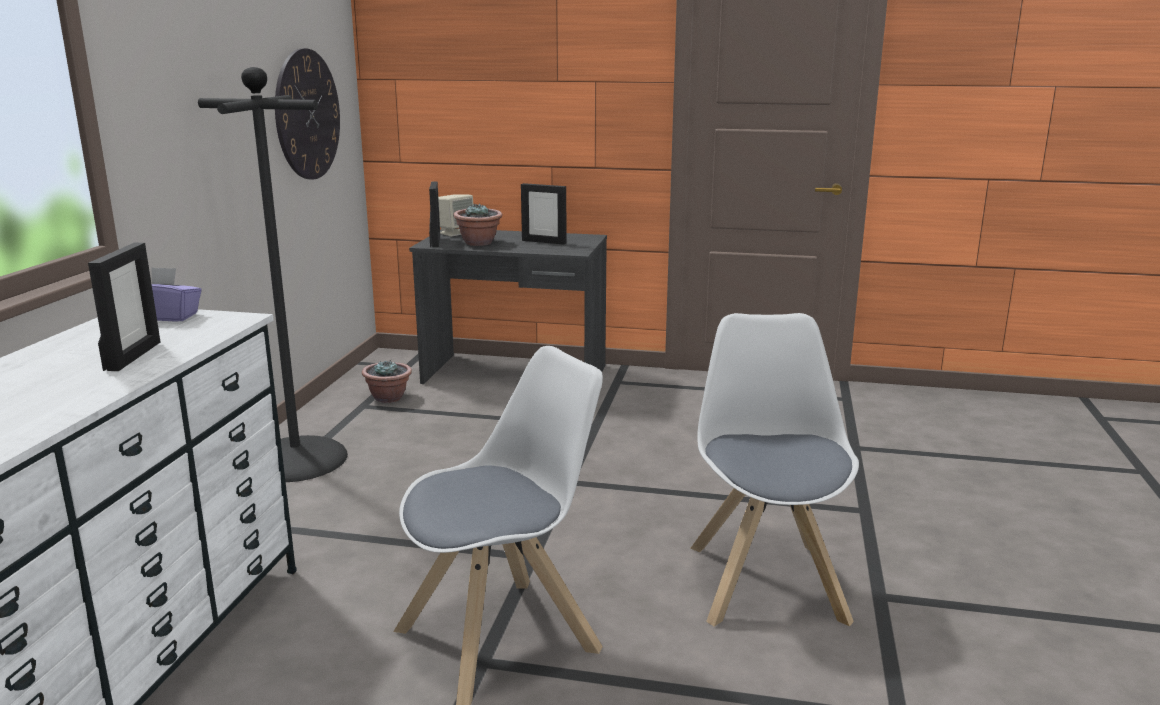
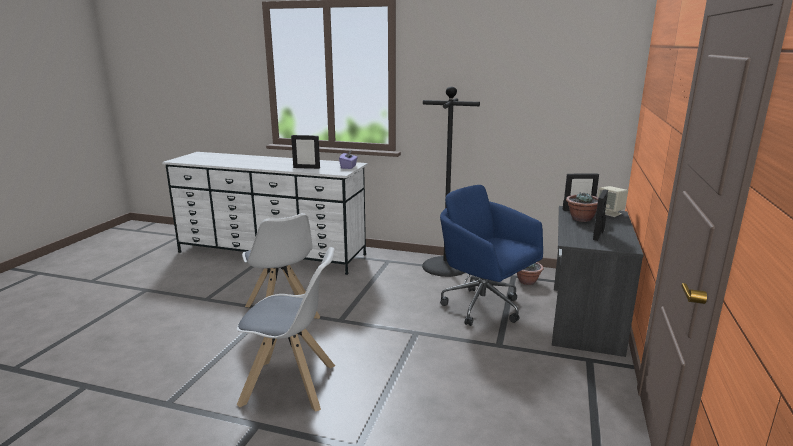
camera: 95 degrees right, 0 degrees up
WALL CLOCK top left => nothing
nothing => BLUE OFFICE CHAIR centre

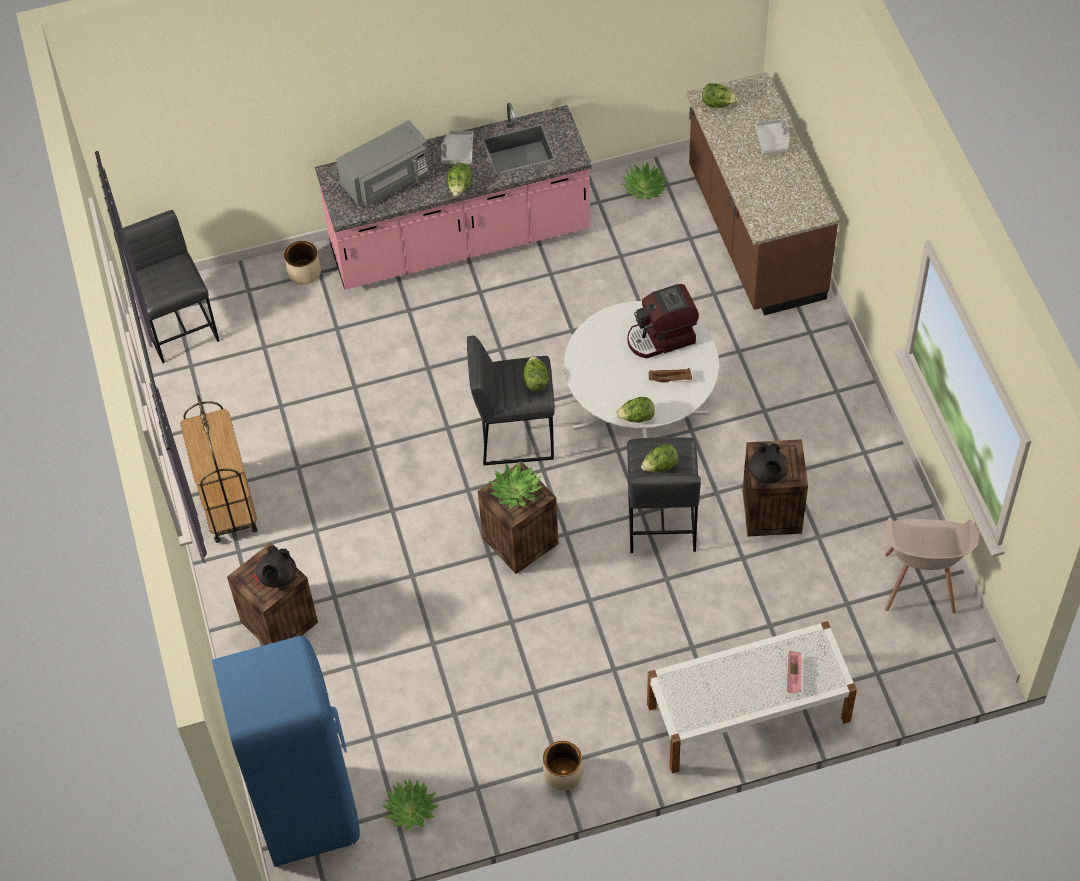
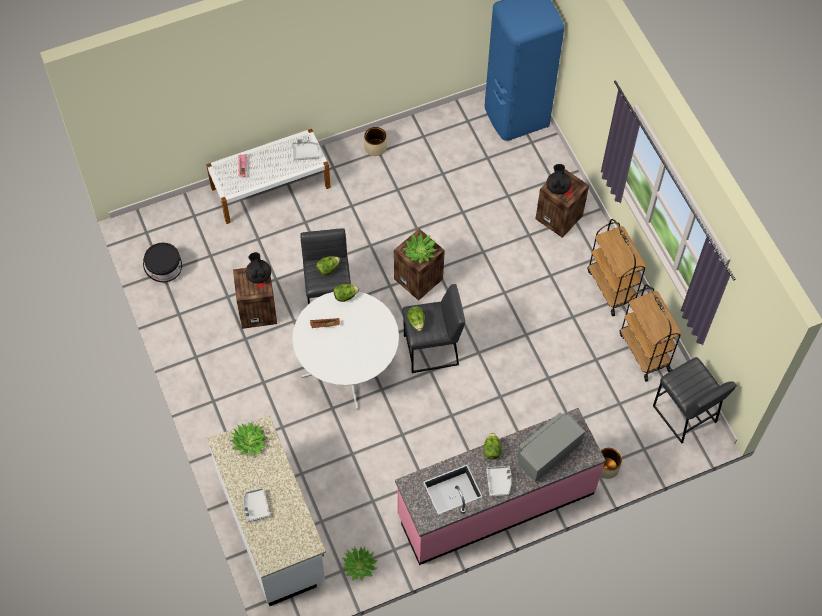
camera: 170 degrees right, 5 degrees up
COFFEE MACHINE centre => nothing
LETTUCE (5th from left) top right => nothing
nothing => GREY TRAY (2nd from left) top centre
nothing => BROWN CART (2nd from left) middle right
POTTED PLANT (1st from left) bottom centre => POTTED PLANT (1st from left) bottom left, move
BEIGE CHAIR middle right => BLACK BUCKET middle left
BROWN COUNTER top right => WHITE COUNTER bottom left

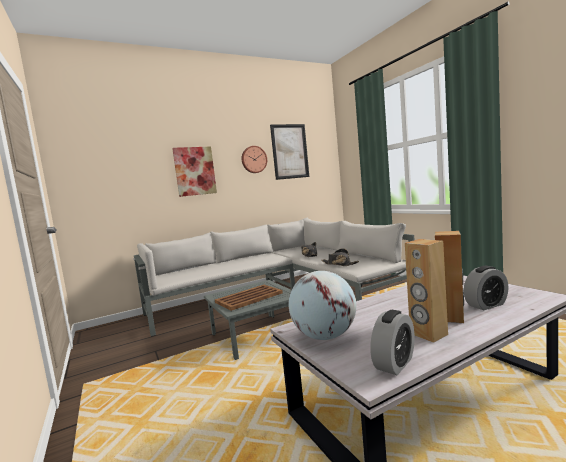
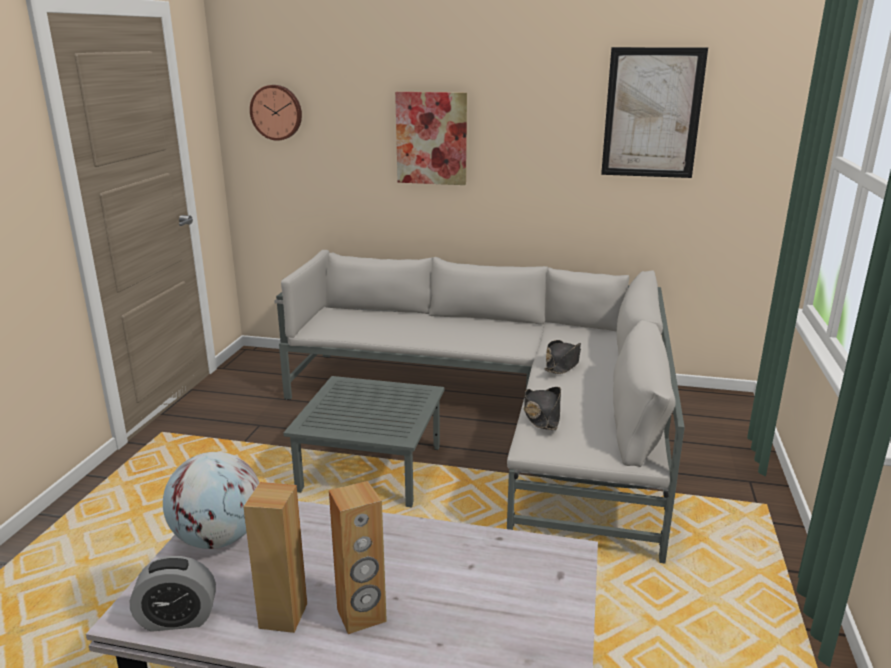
camera: 40 degrees right, 15 degrees up
BROWN TRAY centre => nothing
ALARM CLOCK (2nd from left) middle right => nothing
WALL CLOCK centre => WALL CLOCK top left, move

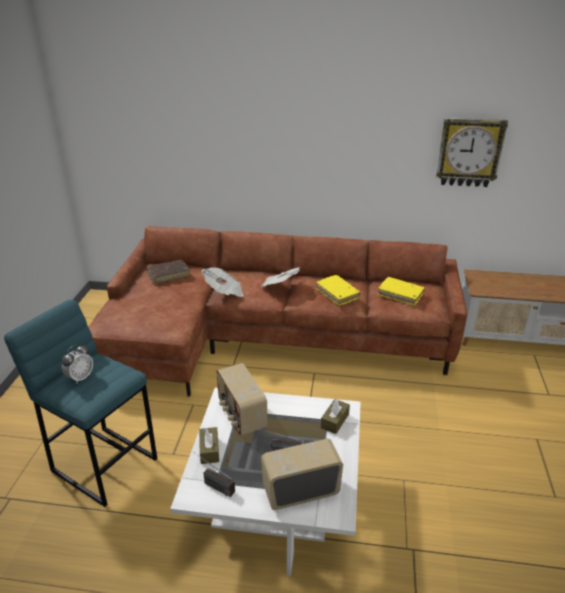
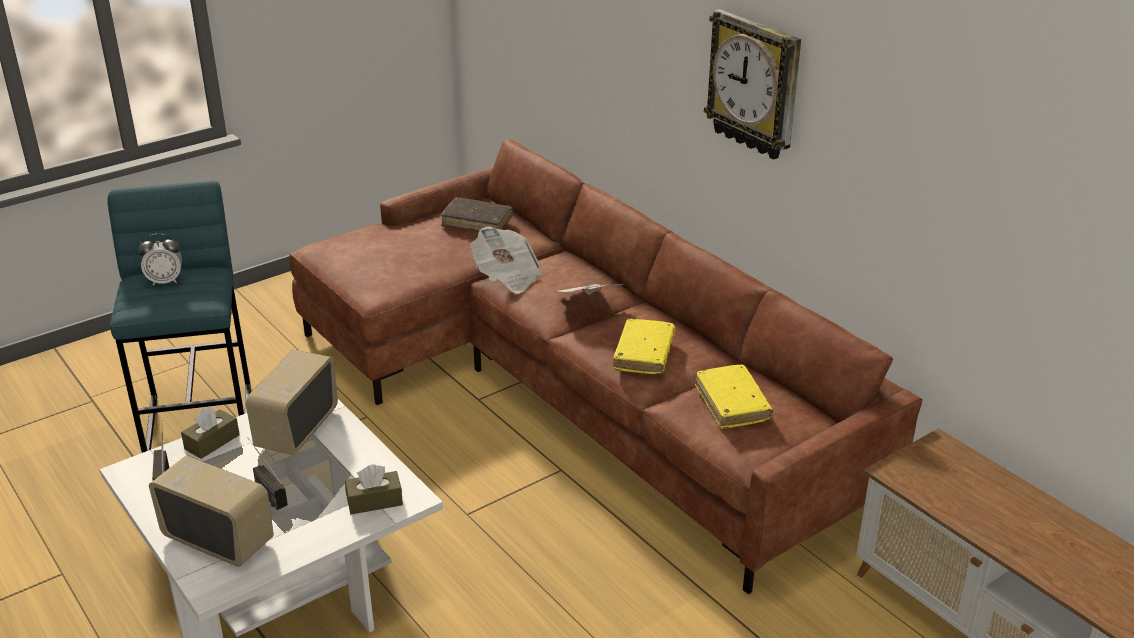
camera: 45 degrees right, 0 degrees up
WALL CLOCK top right => WALL CLOCK top centre, move

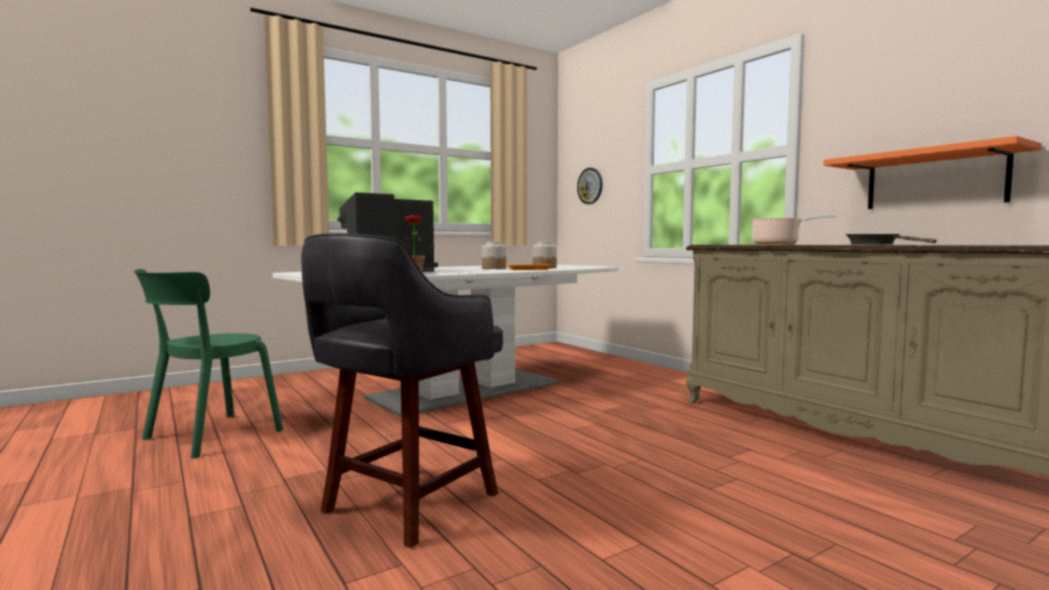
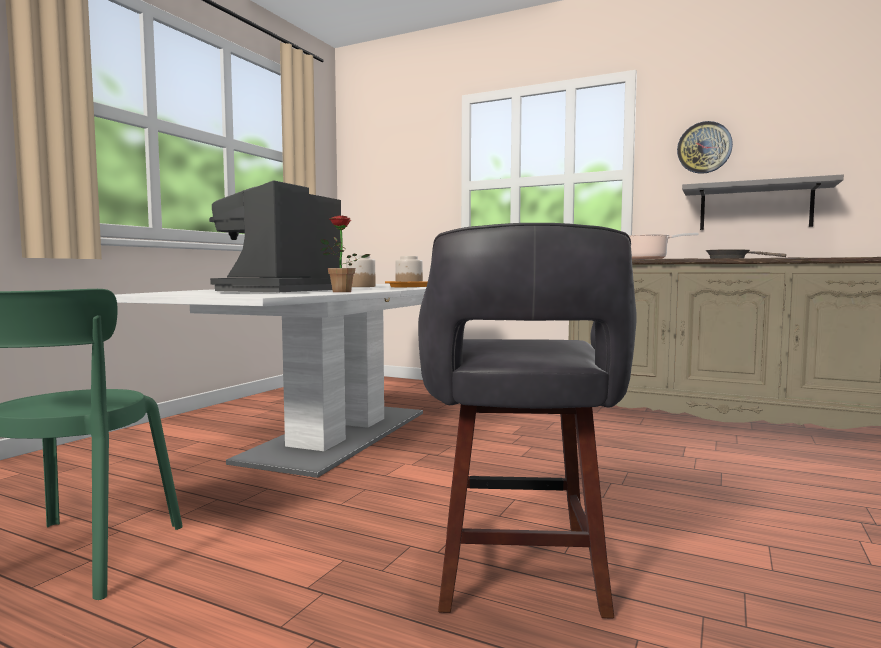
camera: 30 degrees left, 0 degrees up
WALL CLOCK top centre => WALL CLOCK top right, move
ORANGE SHELF top right => GREY SHELF top right

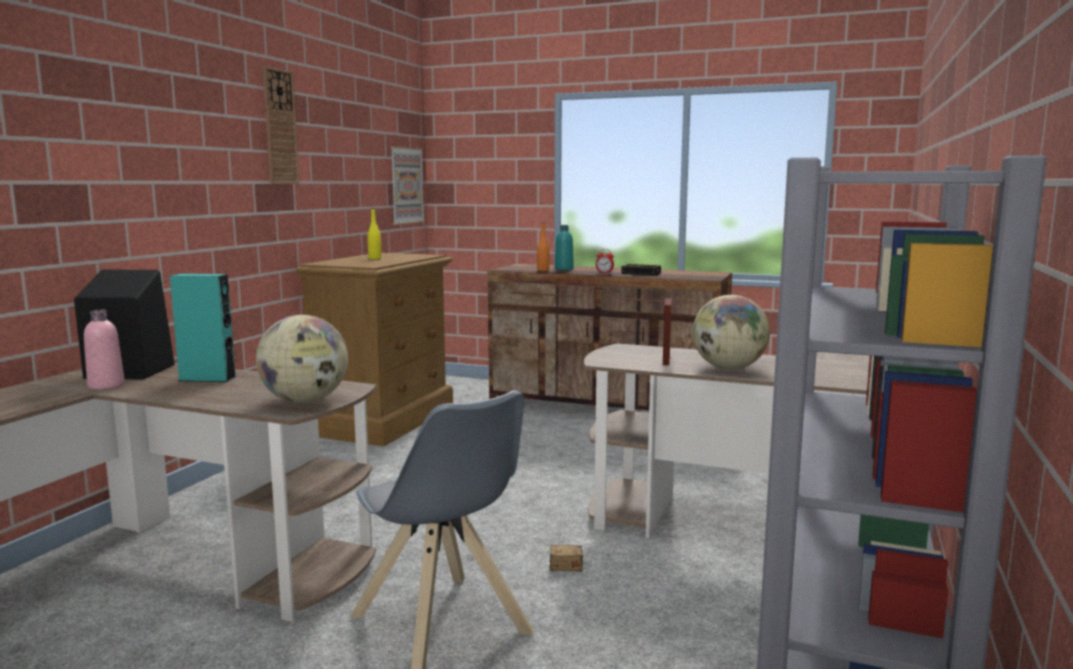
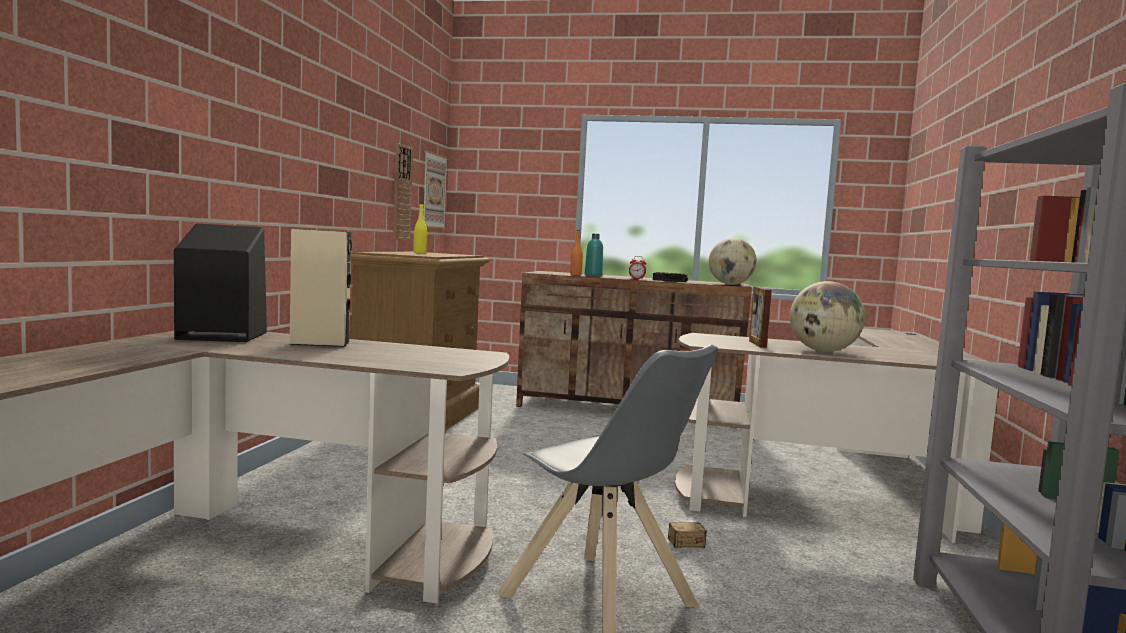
camera: 10 degrees left, 5 degrees down
PINK BOTTLE middle left => nothing
GLOBE (1st from left) middle left => GLOBE (1st from left) centre, move
WALL CLOCK top left => WALL CLOCK top centre, move
TURQUOISE SPEAKER middle left => BEIGE SPEAKER middle left

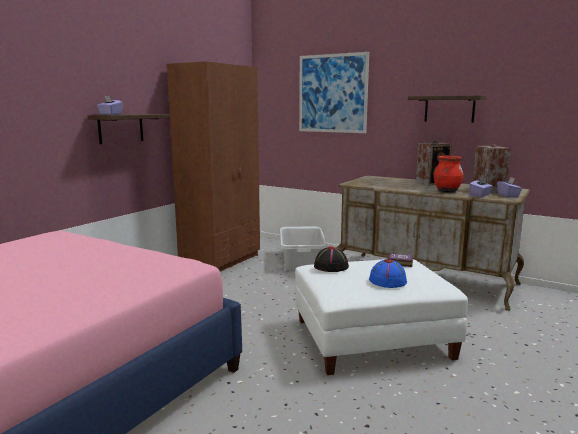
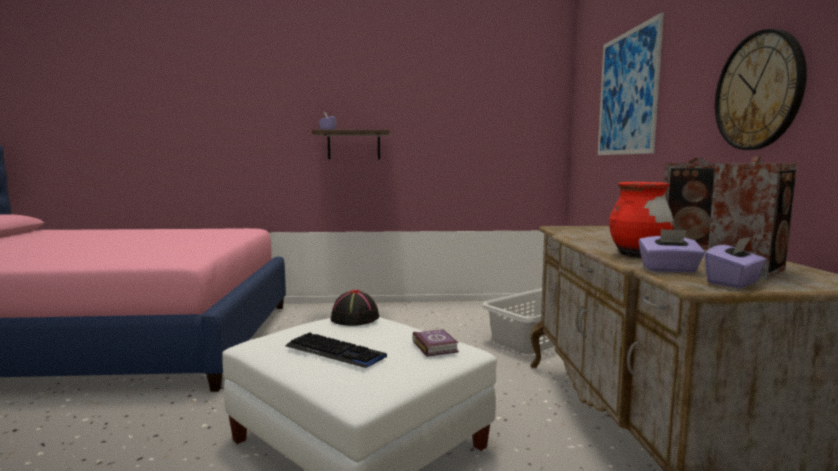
camera: 55 degrees right, 5 degrees down
BROWN WARDROBE centre => nothing
BLUE HAT middle right => KEYBOARD bottom centre
SHELF (2nd from left) top right => WALL CLOCK top right

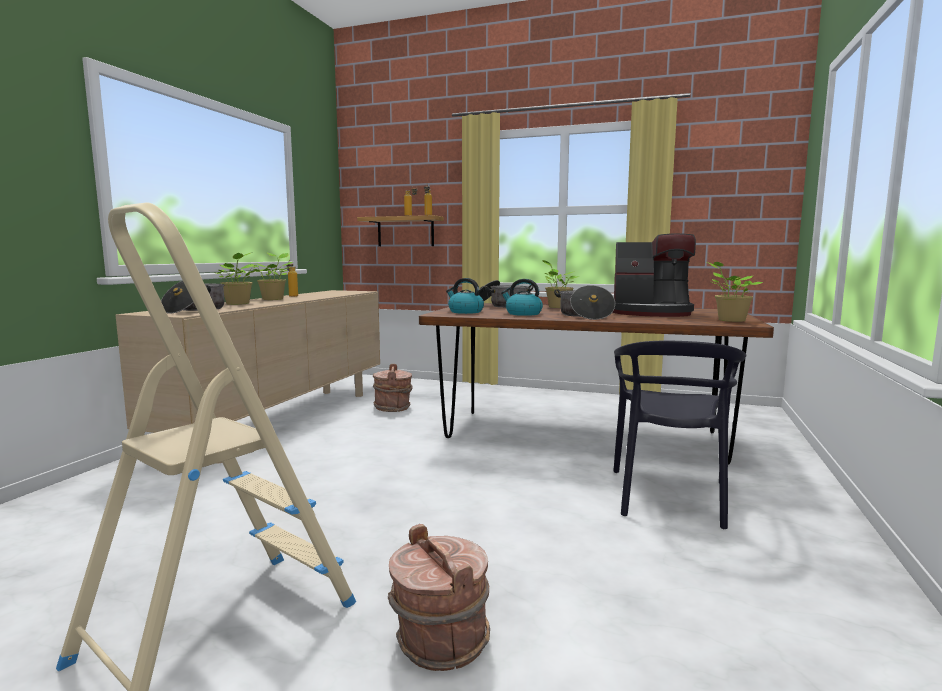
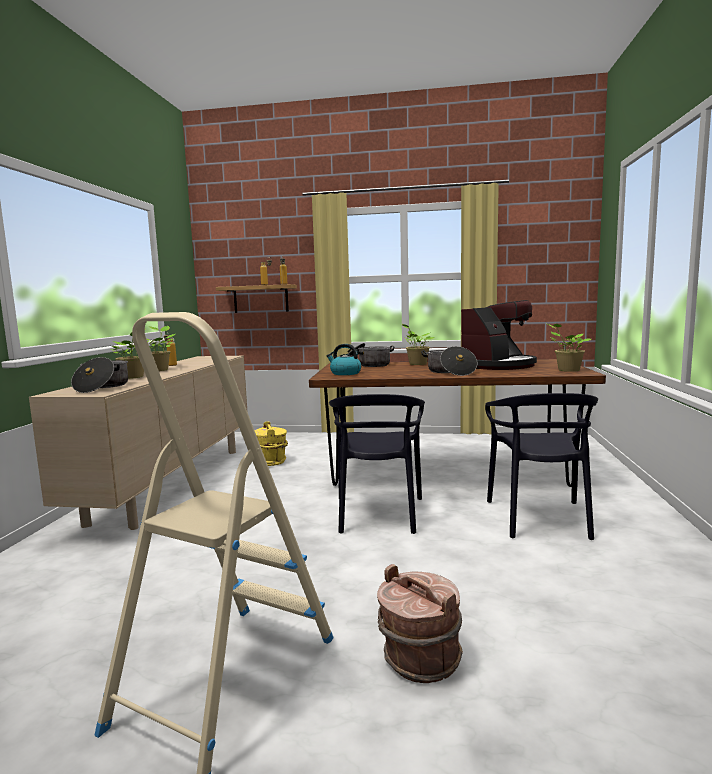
camera: 10 degrees left, 0 degrees up
KETTLE (2nd from left) centre => nothing
nothing => BLACK CHAIR (1st from left) centre
BROWN BUCKET (1st from left) centre => YELLOW BUCKET centre
COFFEE MACHINE middle right, 45 degrees counterclockwise

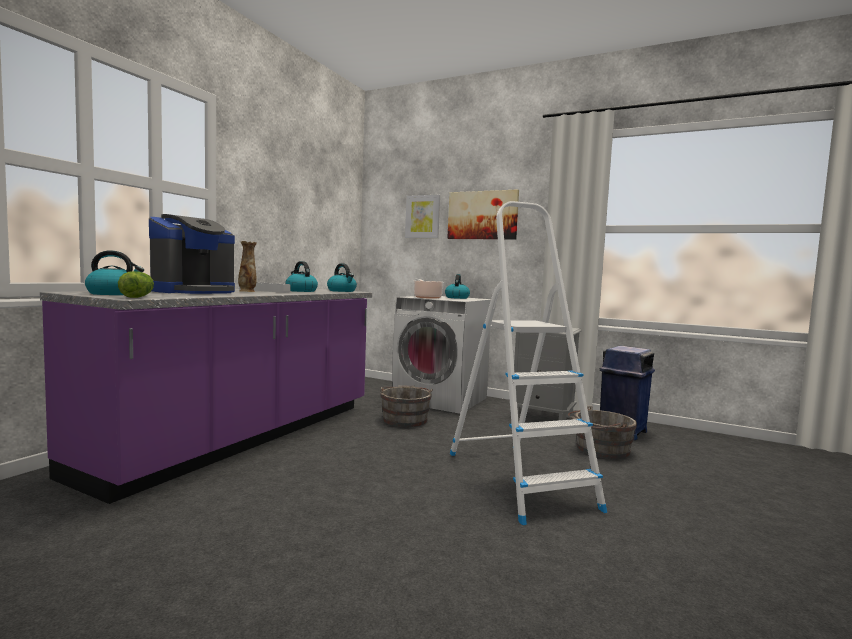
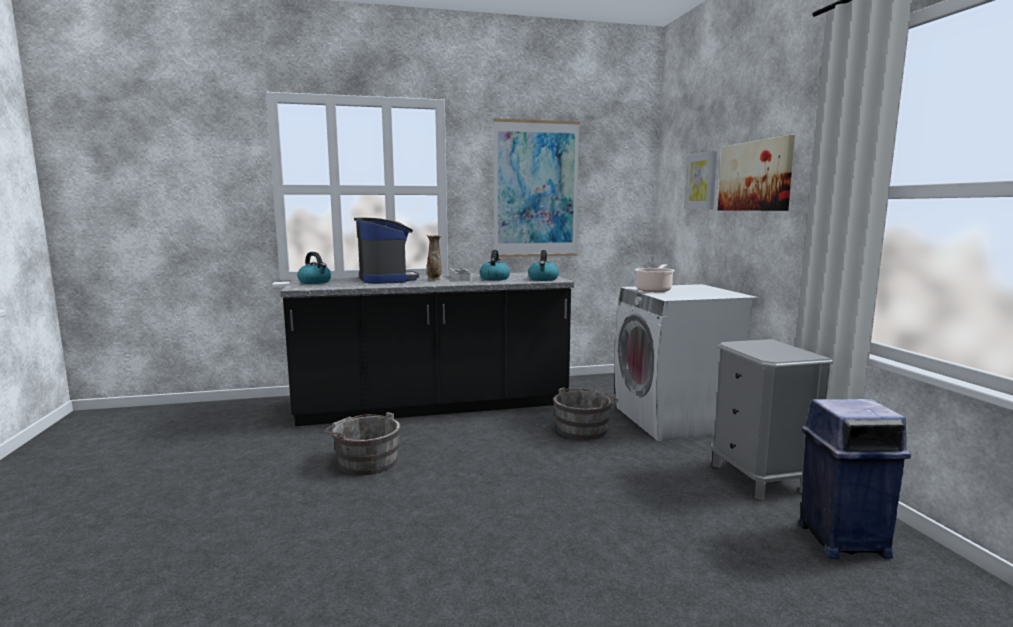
camera: 50 degrees right, 5 degrees up
LETTUCE middle left => nothing
KETTLE (4th from left) centre => nothing
WHITE STEP LADDER centre => nothing
nothing => PICTURE (1st from left) top centre
GREY BUCKET (2nd from left in the first image) bottom right => GREY BUCKET (1st from left) bottom centre, move
PURPLE COUNTER middle left => BLACK COUNTER centre
COFFEE MACHINE middle left => COFFEE MACHINE centre, 105 degrees counterclockwise

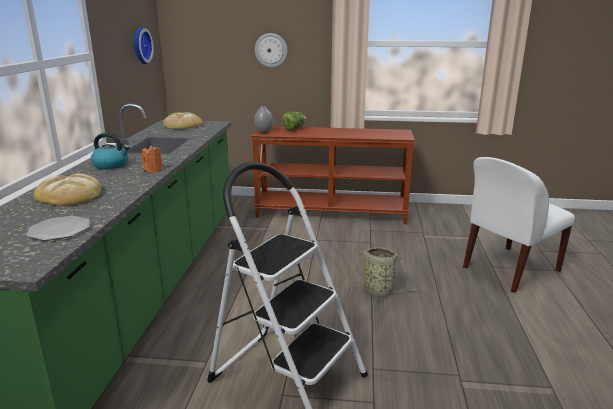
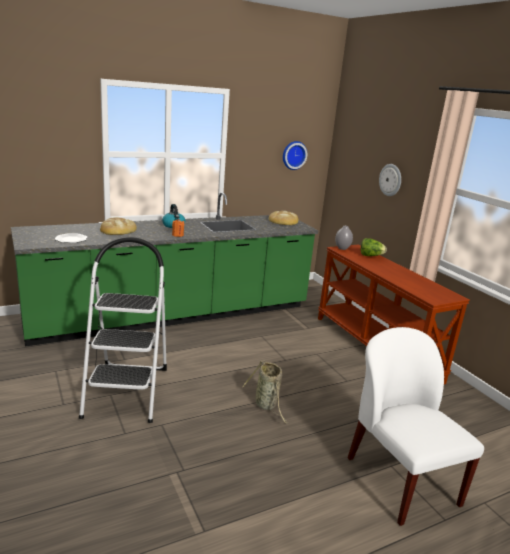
camera: 55 degrees right, 0 degrees up
WHITE CHAIR middle right => WHITE CHAIR bottom right, 45 degrees clockwise

